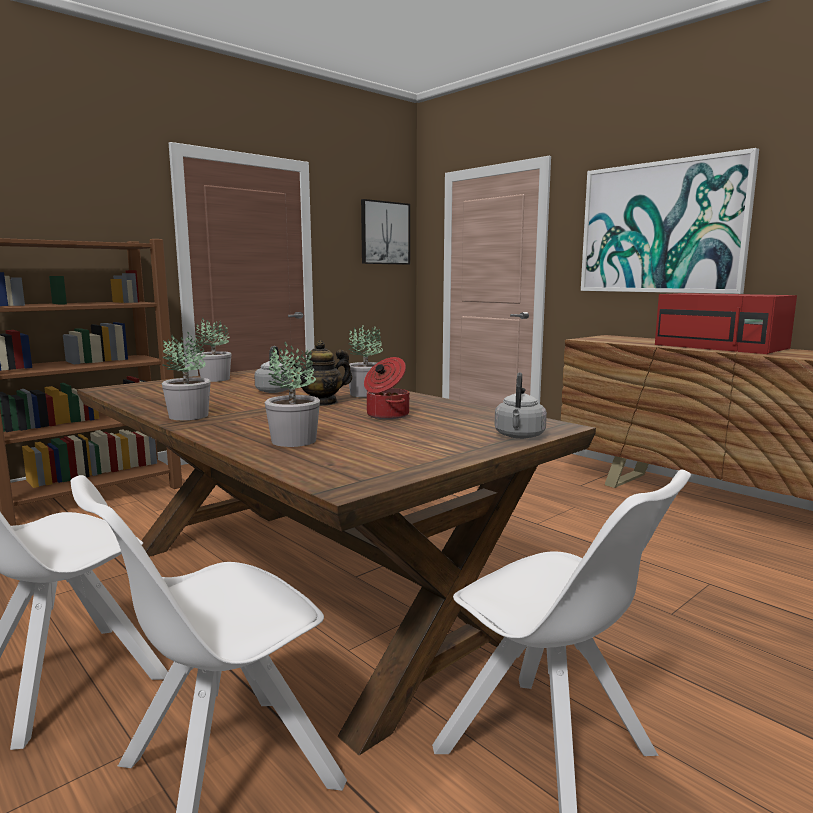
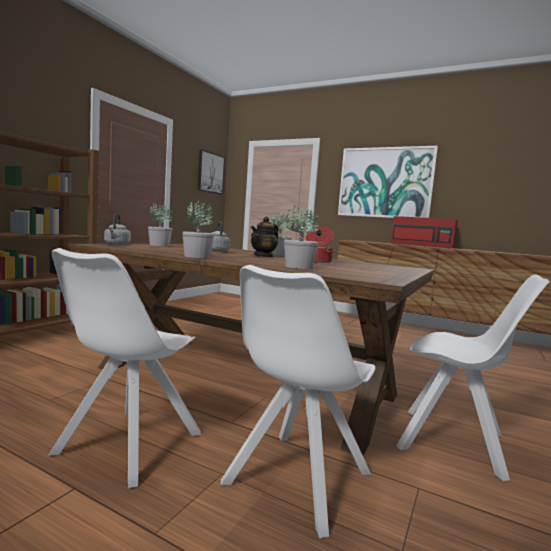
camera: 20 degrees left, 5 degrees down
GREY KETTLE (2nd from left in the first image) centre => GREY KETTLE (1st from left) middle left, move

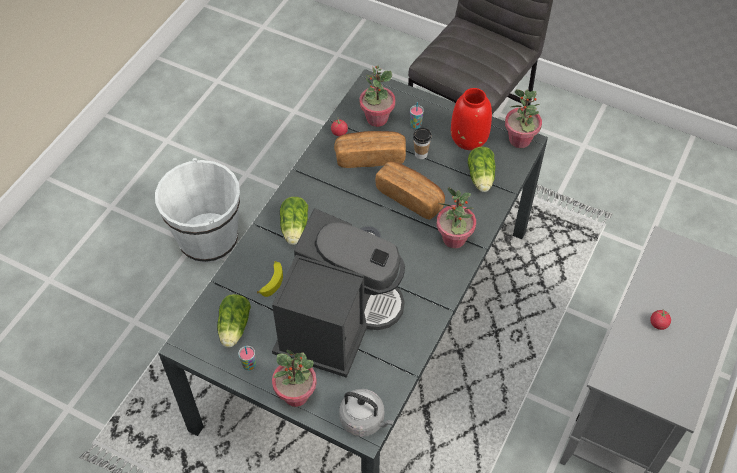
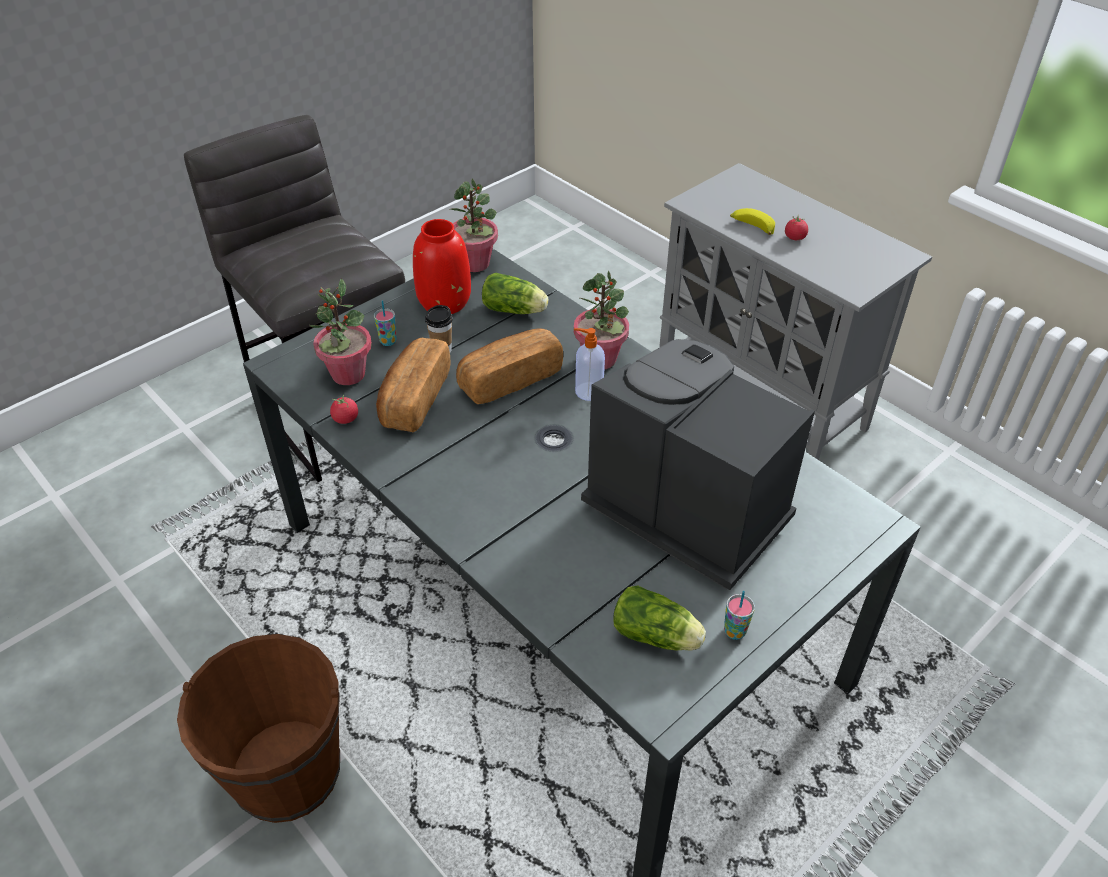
camera: 70 degrees left, 10 degrees down
POTTED PLANT (1st from left) bottom centre => nothing
LETTUCE (2nd from left) centre => nothing
GREY KETTLE bottom centre => nothing
nothing => SOAP DISPENSER centre
BANANA centre => BANANA top right, move
WHITE BUCKET middle left => BROWN BUCKET bottom left

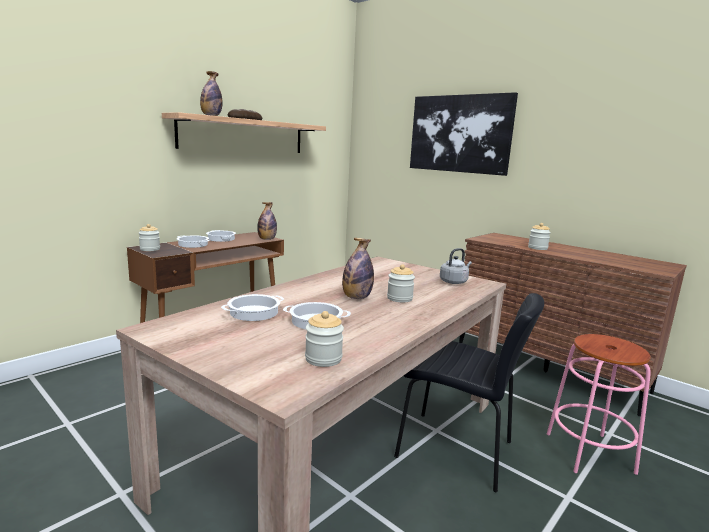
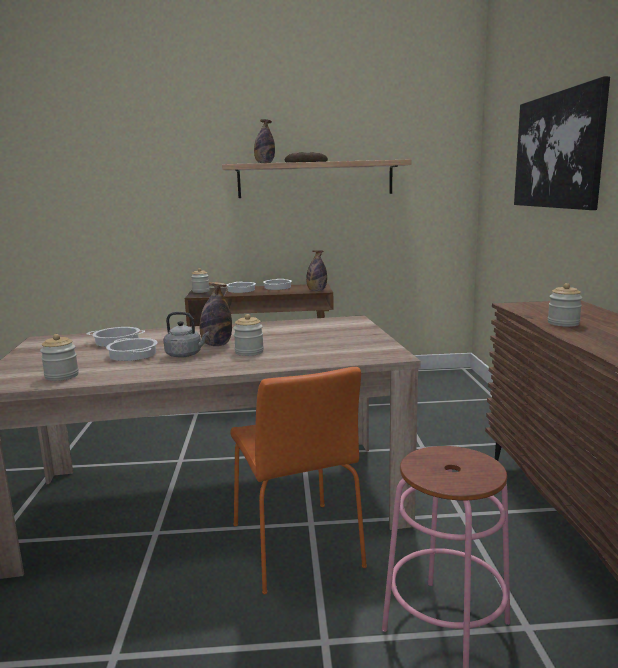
camera: 45 degrees right, 0 degrees up
GREY KETTLE centre => GREY KETTLE middle left, move
BLACK CHAIR bottom centre => ORANGE CHAIR bottom centre

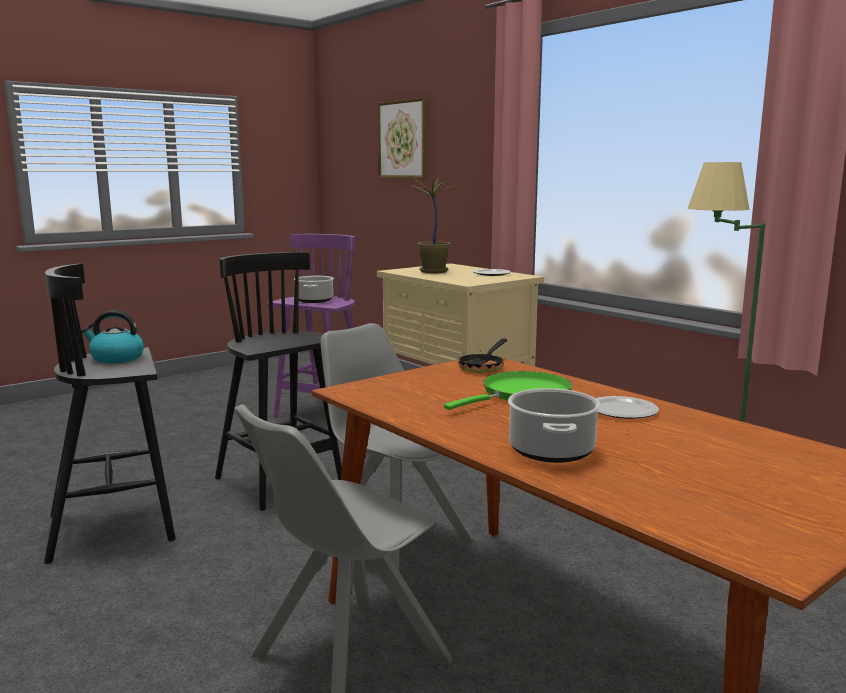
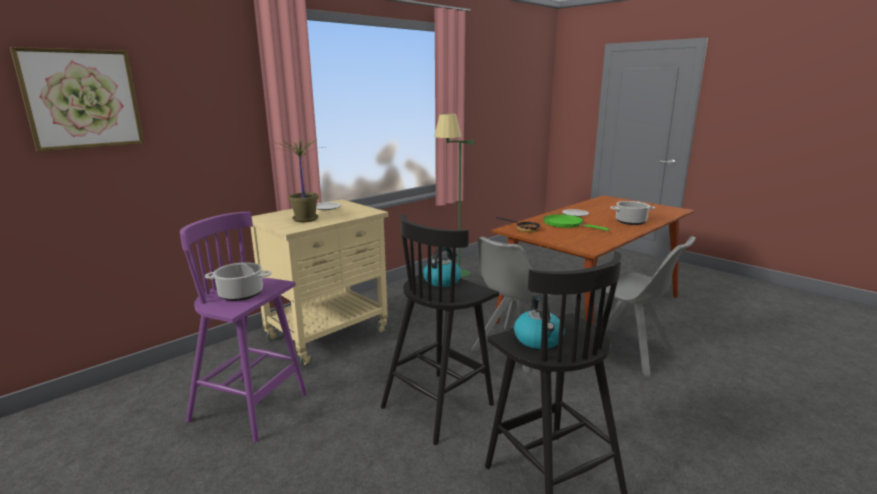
camera: 95 degrees left, 5 degrees up
nothing => KETTLE (1st from left) centre

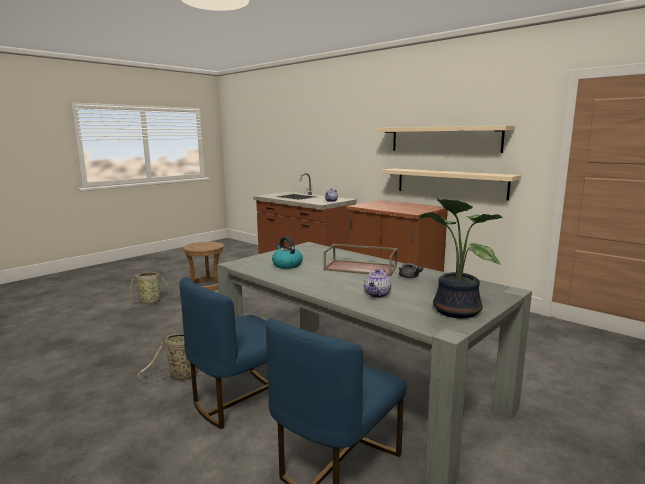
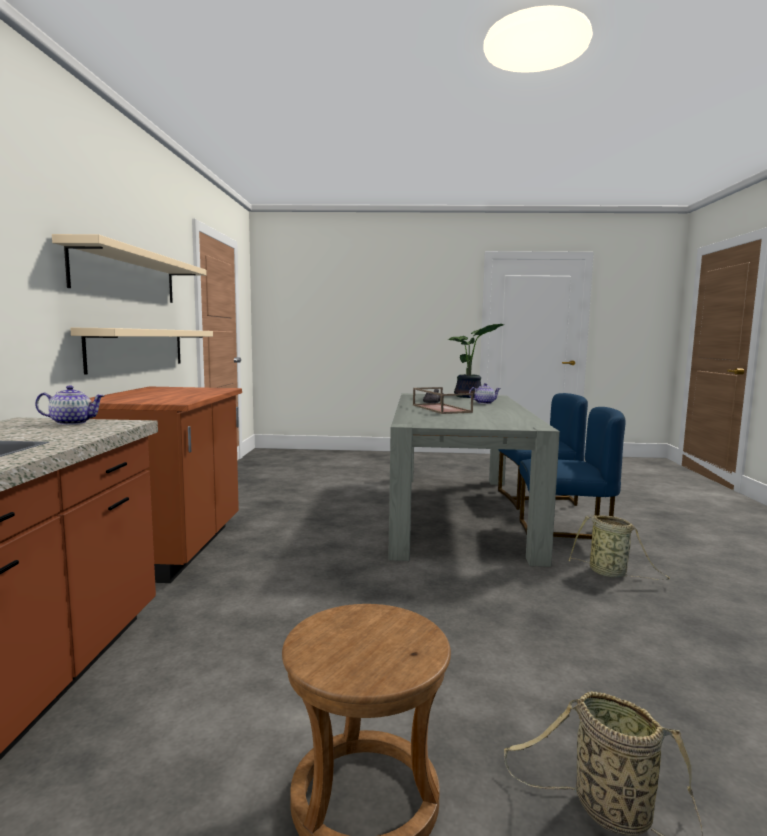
camera: 130 degrees left, 5 degrees down
KETTLE centre => nothing

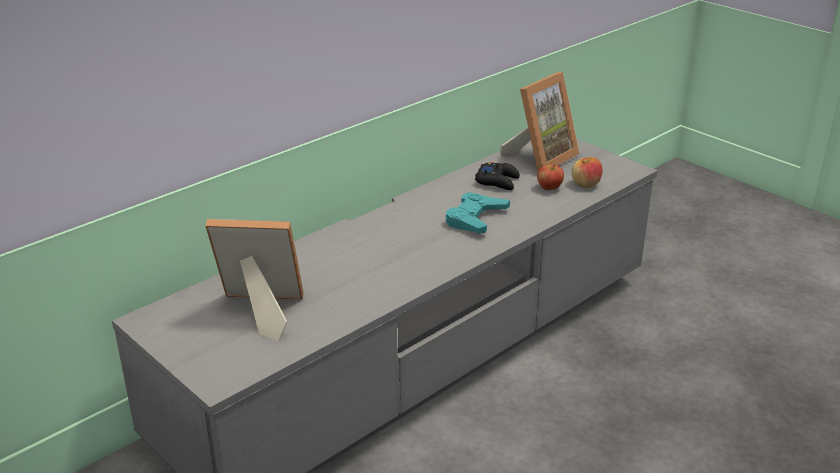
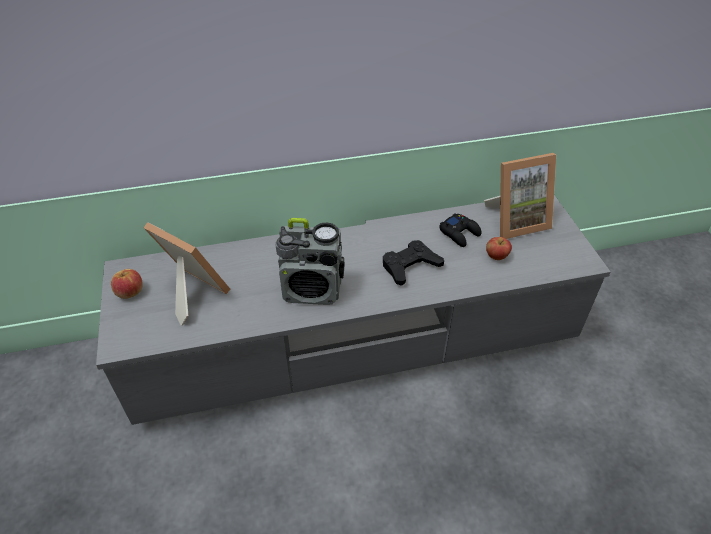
camera: 30 degrees right, 15 degrees up
nothing => RADIO centre
APPLE (2nd from left in the first image) middle right => APPLE (1st from left) middle left, move
TURQUOISE GAME CONTROLLER centre => BLACK GAME CONTROLLER (1st from left) centre

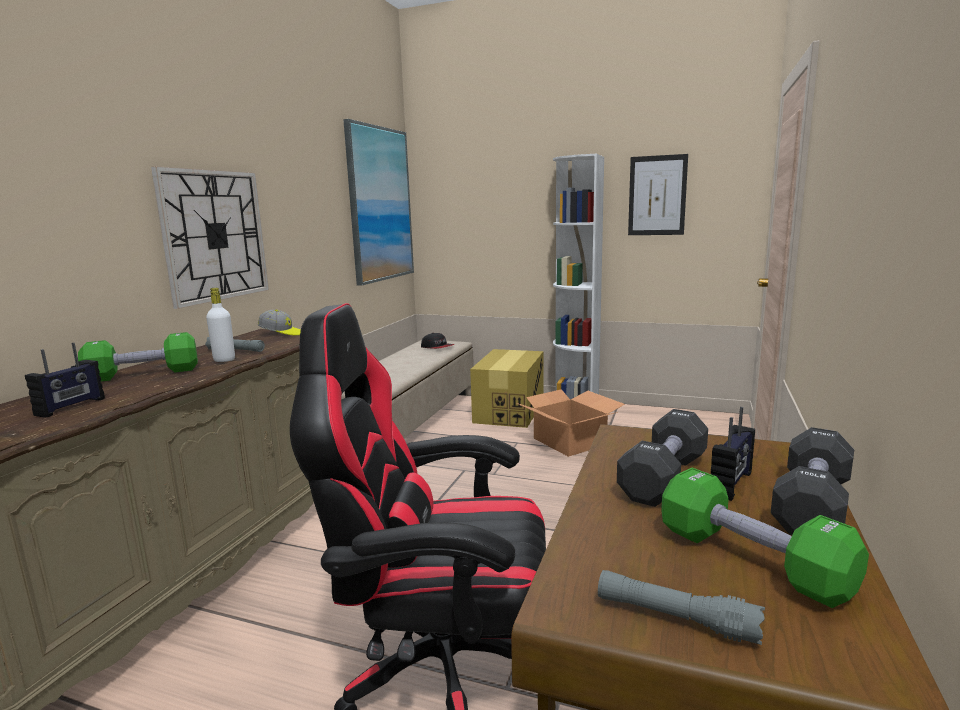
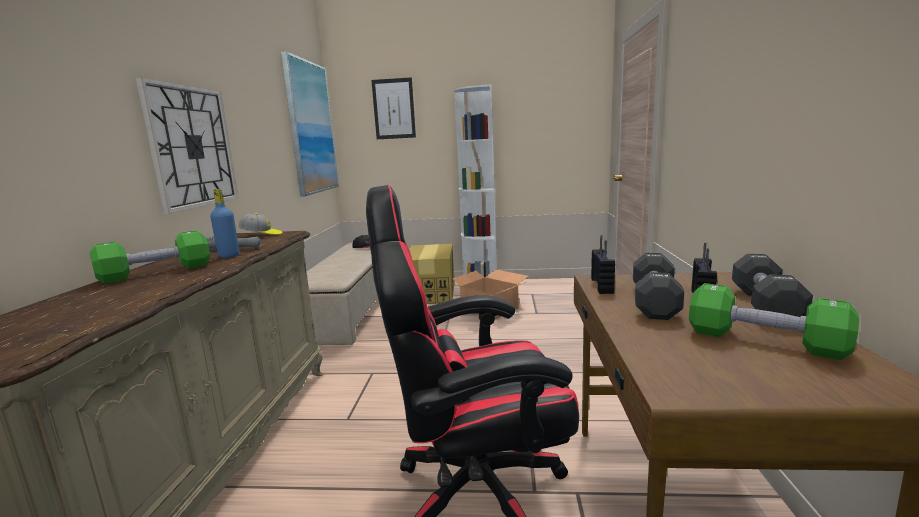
camera: 15 degrees left, 0 degrees up
GREY FLASHLIGHT (2nd from left) bottom right => nothing
RADIO (1st from left) middle left => RADIO (1st from left) centre, move
PICTURE (2nd from left) top right => PICTURE (2nd from left) top centre, move
WHITE BOTTLE middle left => BLUE BOTTLE middle left

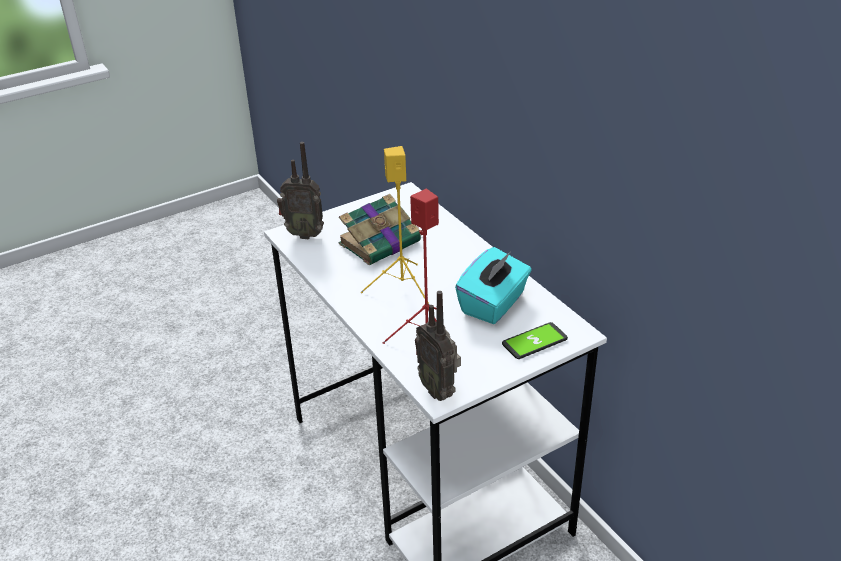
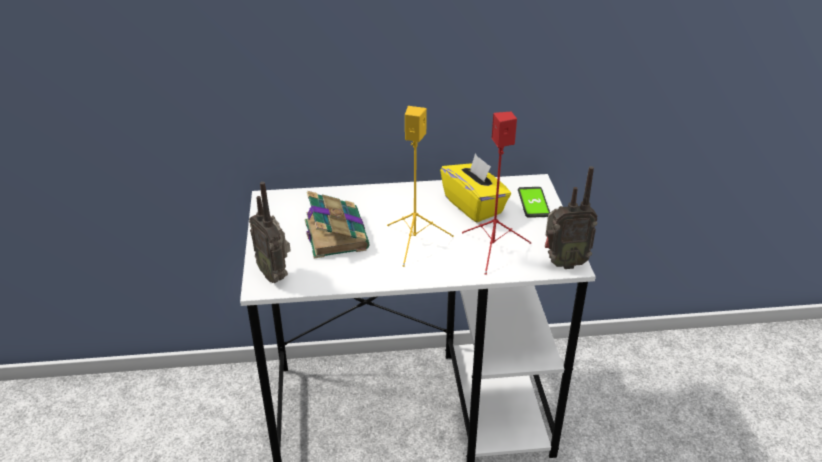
camera: 65 degrees left, 0 degrees up
TURQUOISE TISSUE BOX centre => YELLOW TISSUE BOX centre
RADIO (1st from left) centre => RADIO (1st from left) middle left, 105 degrees clockwise

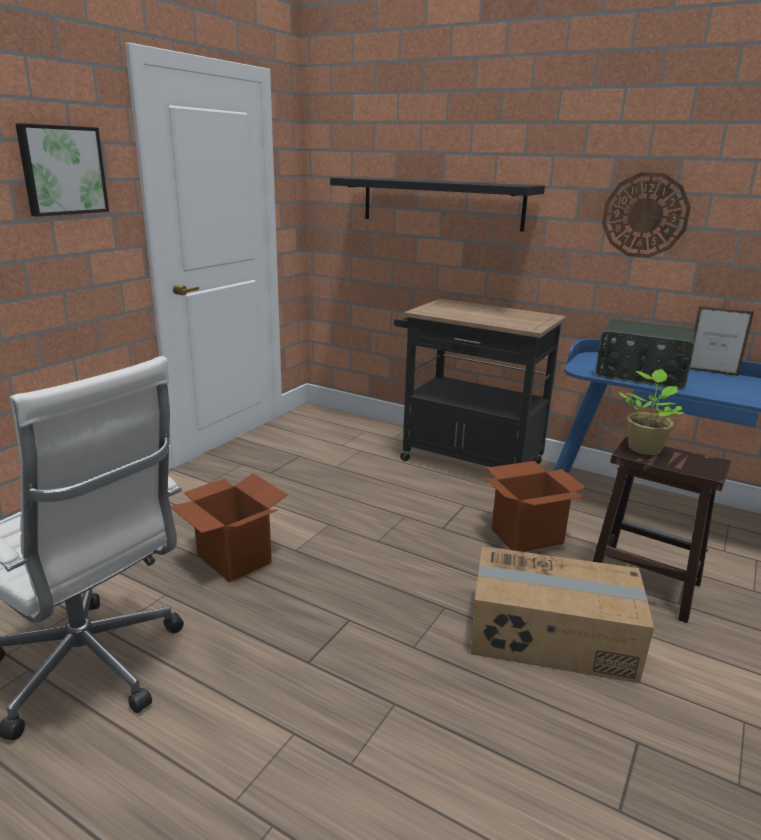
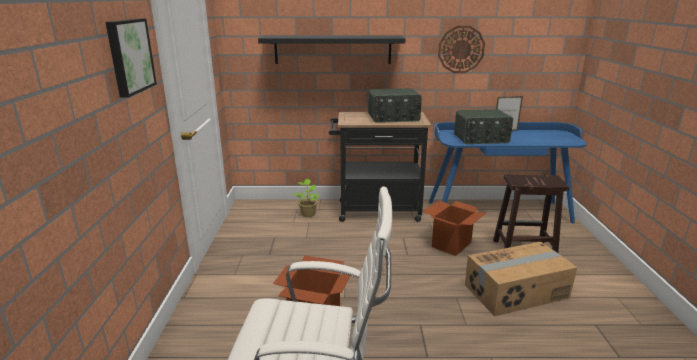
camera: 30 degrees left, 0 degrees up
nothing => RADIO (1st from left) top centre
POTTED PLANT middle right => POTTED PLANT centre, move

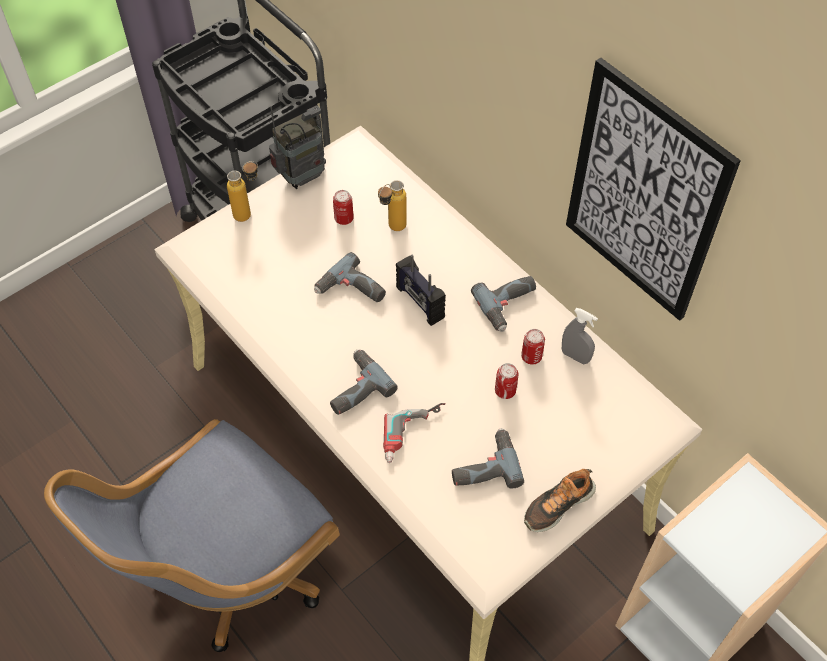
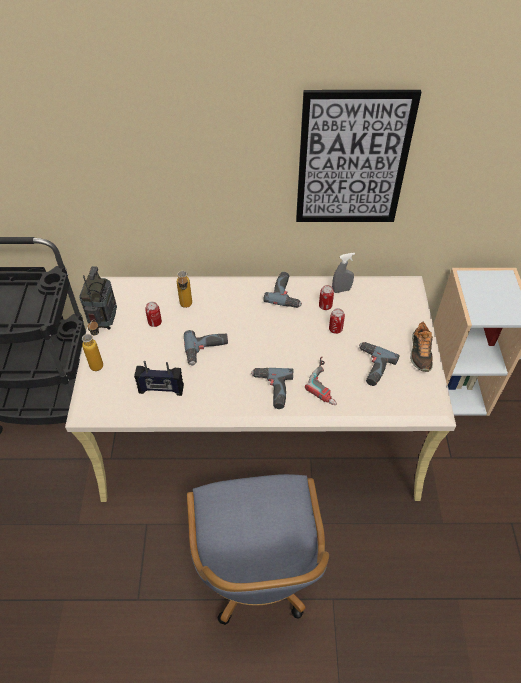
camera: 50 degrees left, 5 degrees down
RADIO (2nd from left) centre => RADIO (2nd from left) middle left, move

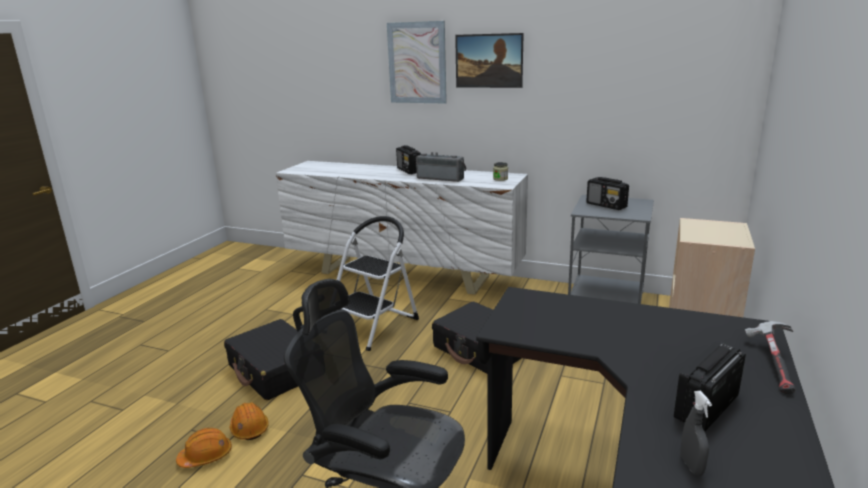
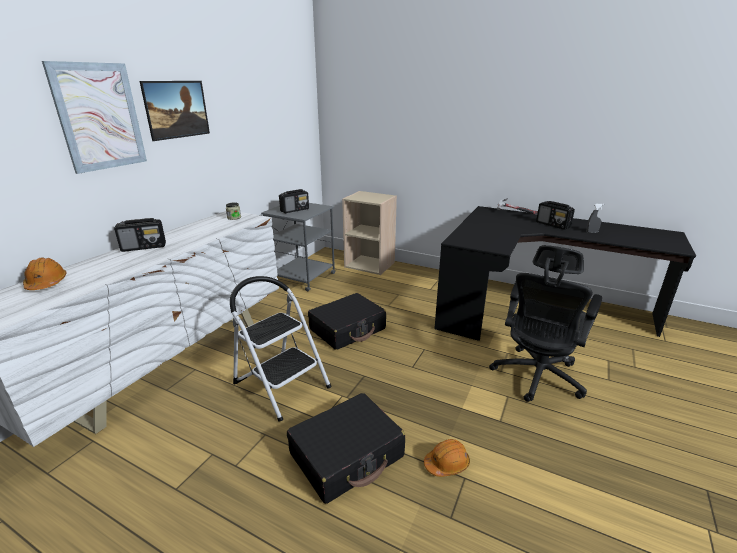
camera: 85 degrees left, 5 degrees up
RADIO (2nd from left) centre => nothing
ORANGE HARD HAT (1st from left) bottom left => ORANGE HARD HAT (1st from left) middle left, move

